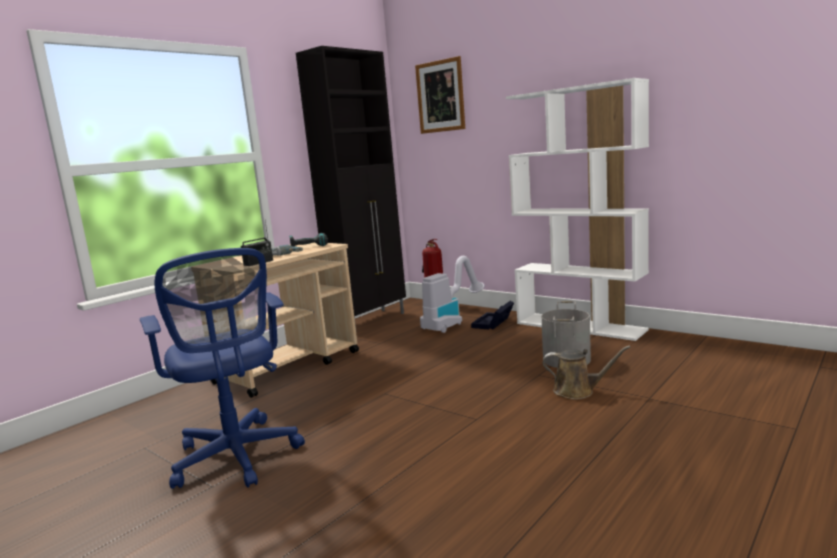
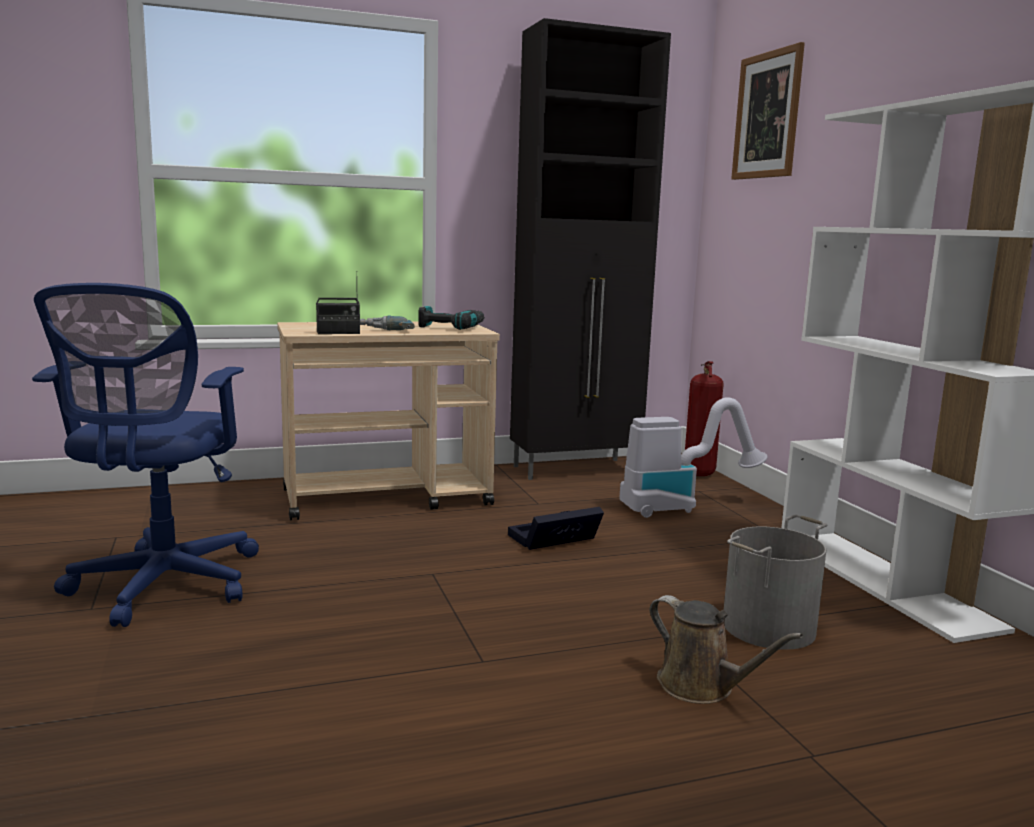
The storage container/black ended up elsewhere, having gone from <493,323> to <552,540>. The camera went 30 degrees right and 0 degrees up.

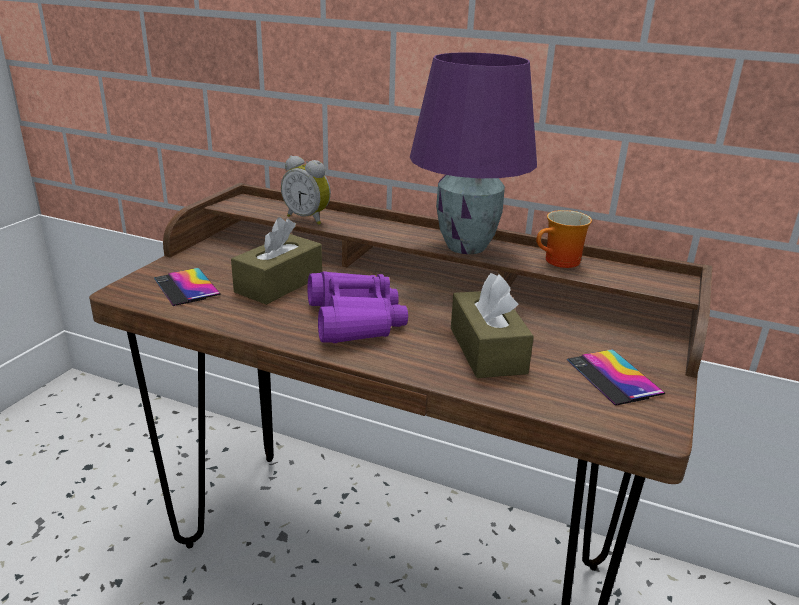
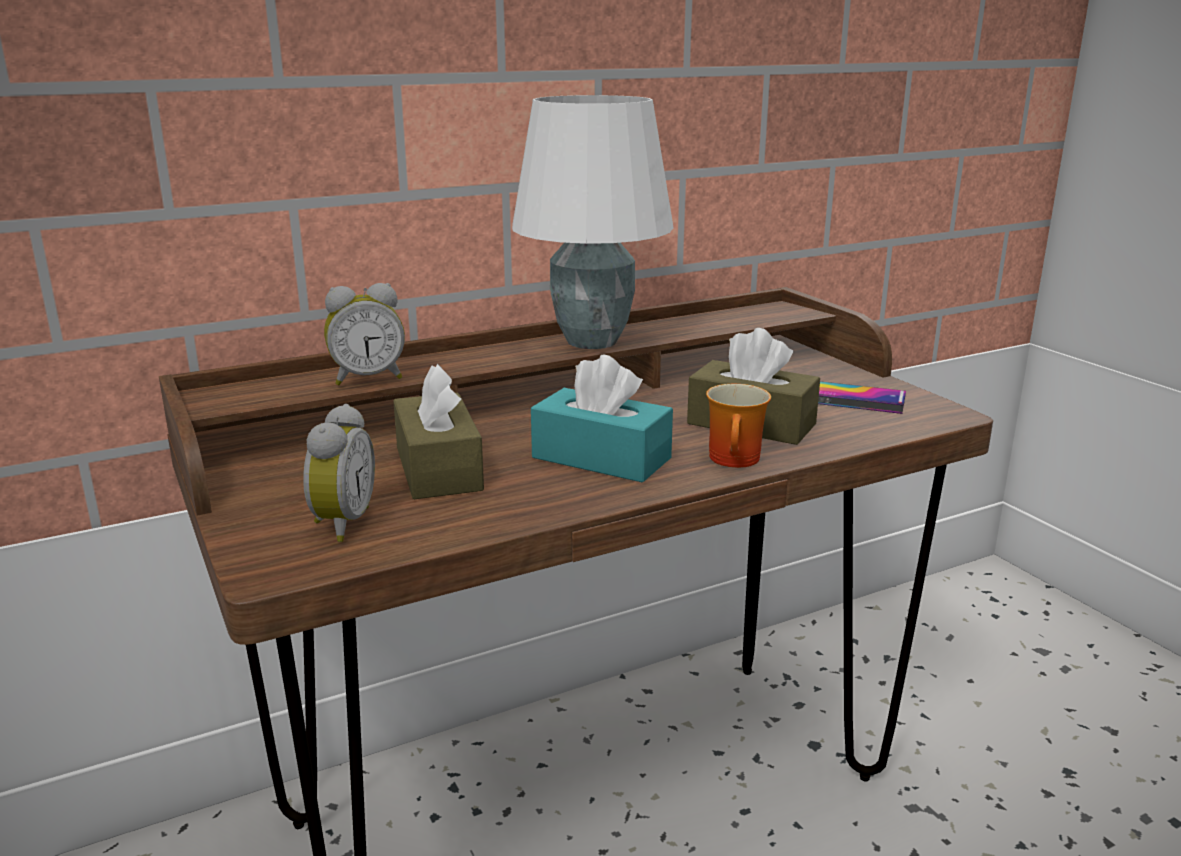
What was the tabletop lamp/purplish at <464,246> turned into the tabletop lamp/white at <591,342>. The mug ended up elsewhere, having gone from <561,262> to <738,460>. Where the phone stood at <186,287>, the alarm clock came to stand at <340,524>. Where the field glasses/purplish stood at <355,320>, the box of tissues/blue-green came to stand at <601,458>. The camera went 50 degrees left and 5 degrees down.

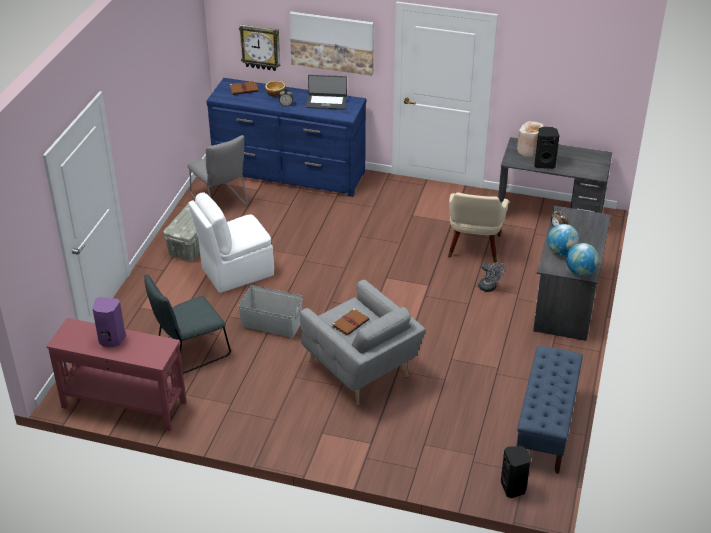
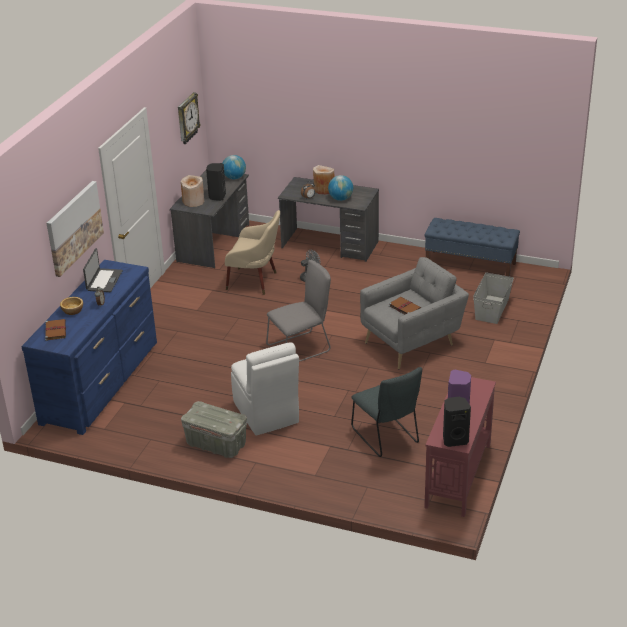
The clock on the wall ended up elsewhere, having gone from <260,47> to <187,118>. The plain chair/grey ended up elsewhere, having gone from <220,202> to <301,347>. The globe ended up elsewhere, having gone from <580,272> to <234,178>. The storage container/grey ended up elsewhere, having gone from <271,323> to <491,309>. The loudspeaker/black ended up elsewhere, having gone from <514,488> to <454,439>. The second view gained the decorative vase/sand-coloured at <324,189>. The camera went 85 degrees left and 5 degrees down.

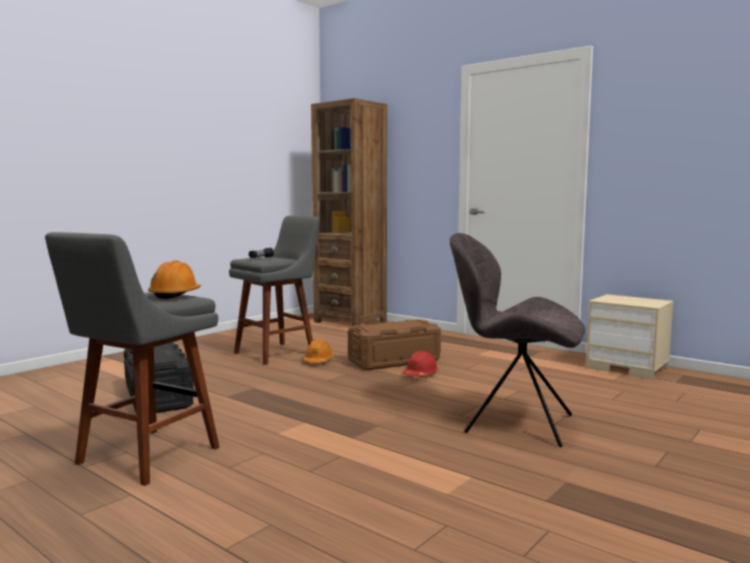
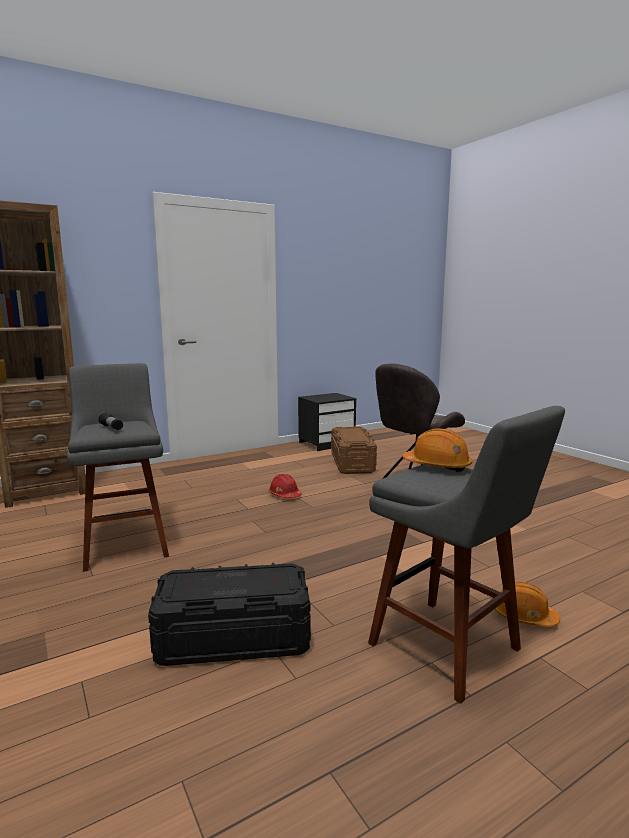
What was the nightstand/sand-coloured at <628,368> turned into the nightstand/black at <327,443>. The storage container/brown-coloured ended up elsewhere, having gone from <394,361> to <352,462>. The work helmet/orange ended up elsewhere, having gone from <318,361> to <524,617>. The camera went 70 degrees left and 5 degrees up.

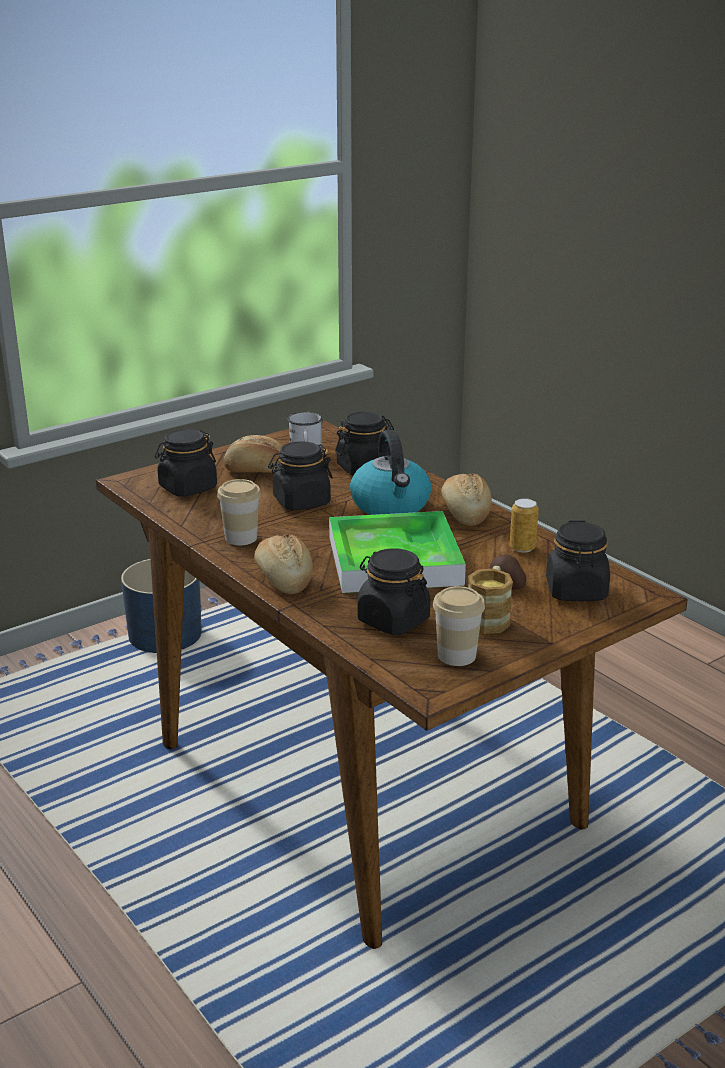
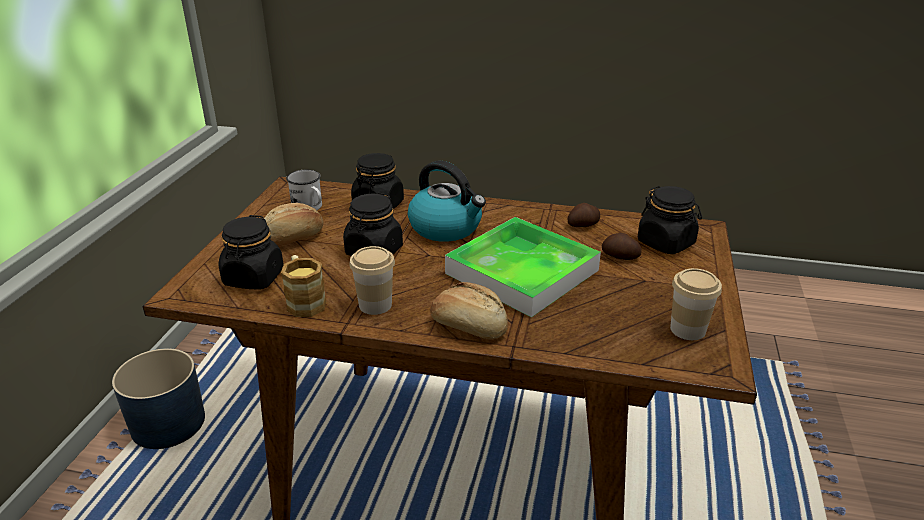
The second view lost the bread at <465,513>. Where the sealed can stood at <522,548>, the potato came to stand at <584,225>. The second view lost the storage jar/black at <393,620>. The mug ended up elsewhere, having gone from <489,617> to <304,301>. The camera went 40 degrees left and 5 degrees up.

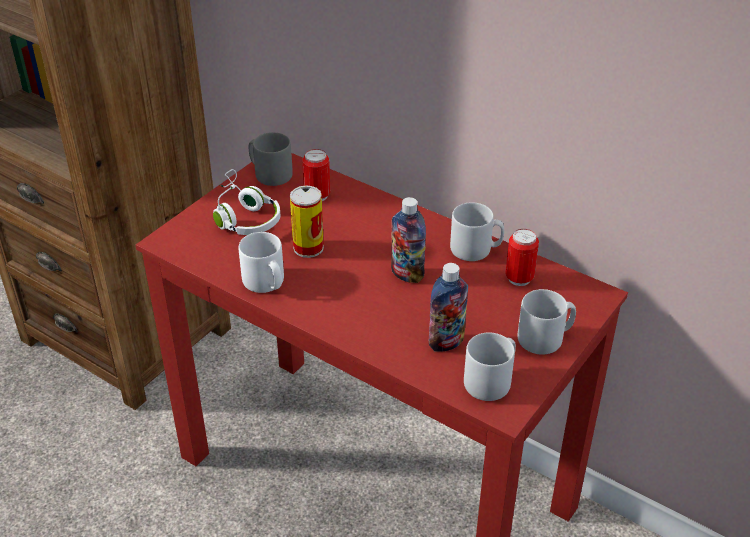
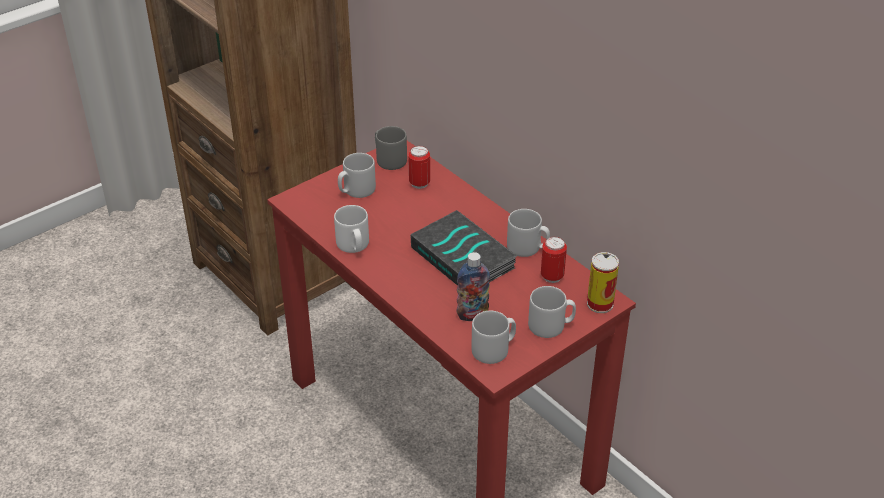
Where the headset/white stood at <244,216>, the mug/grey came to stand at <356,190>. The sealed can ended up elsewhere, having gone from <308,248> to <600,304>. Where the bottle stood at <407,274>, the bound book came to stand at <464,258>. The camera went 15 degrees right and 0 degrees up.

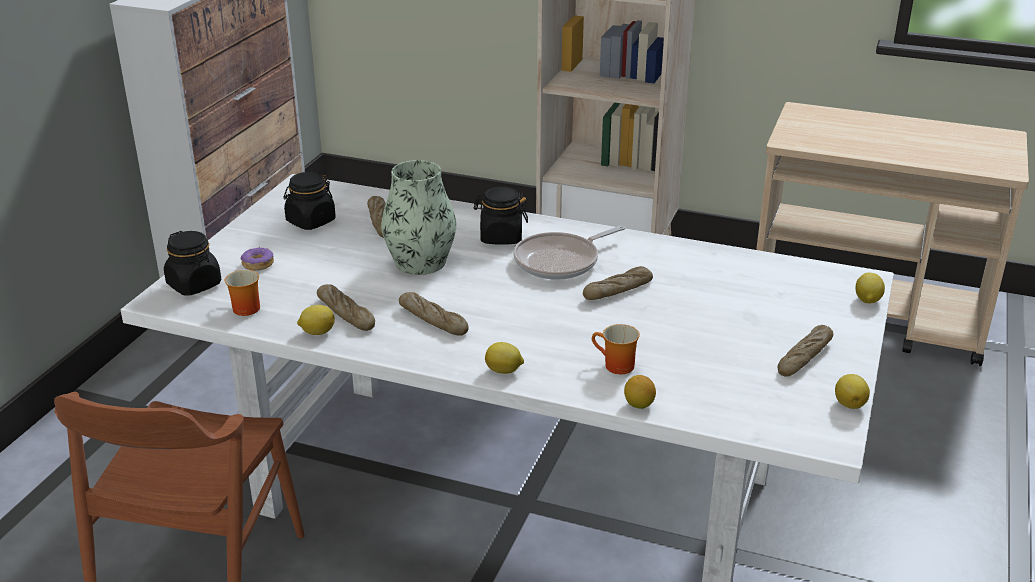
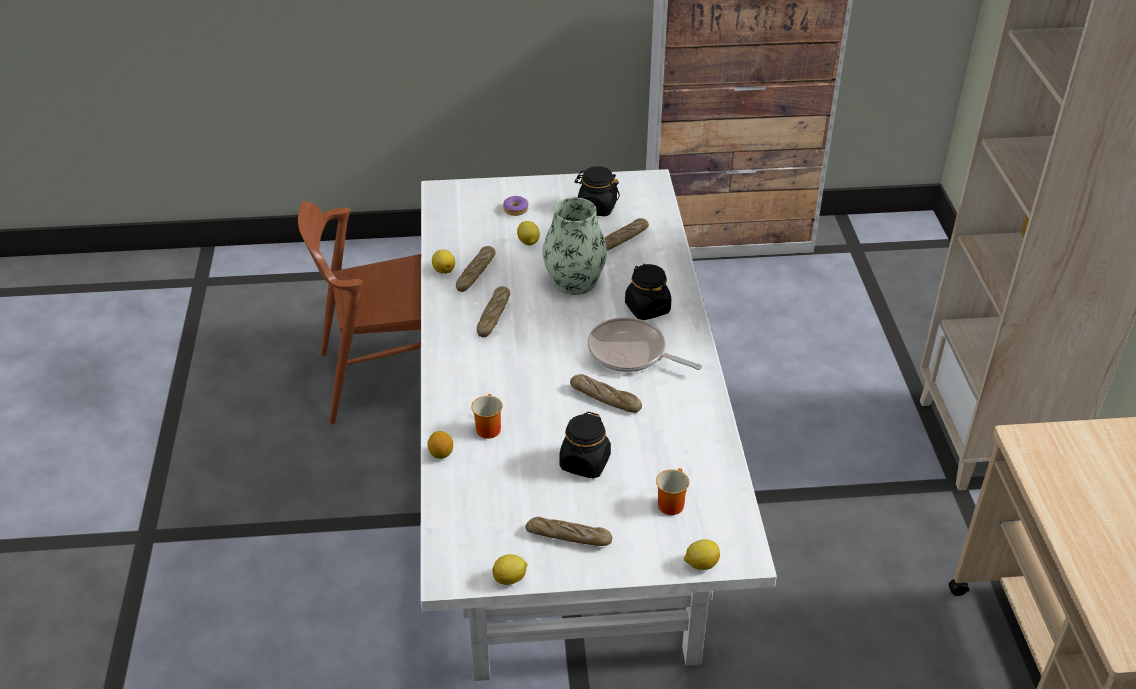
The storage jar/black ended up elsewhere, having gone from <194,285> to <585,463>. The mug ended up elsewhere, having gone from <242,308> to <669,502>. The whole lemon ended up elsewhere, having gone from <504,371> to <528,242>. The camera went 65 degrees right and 10 degrees up.

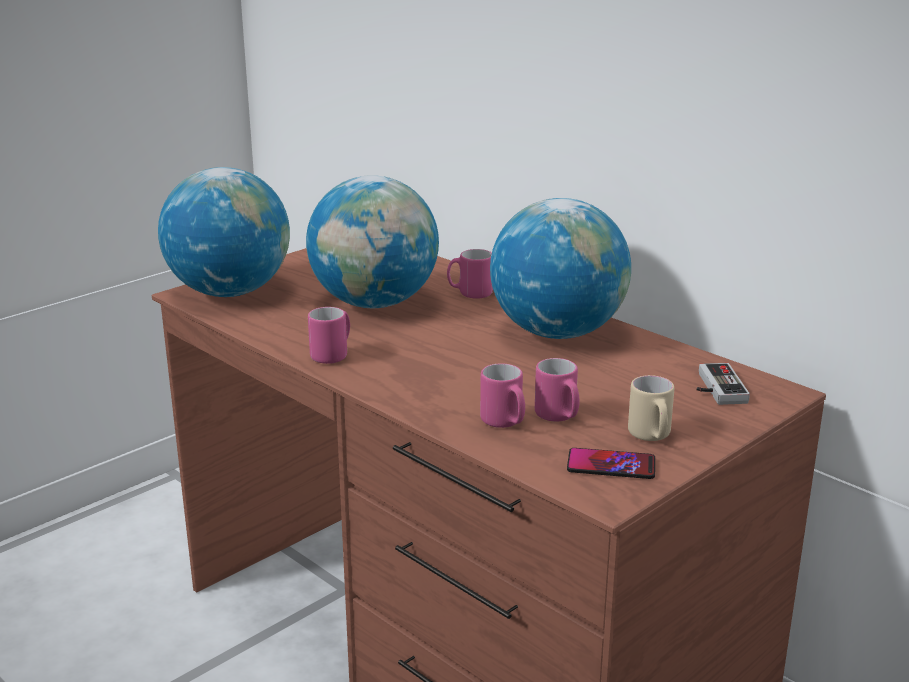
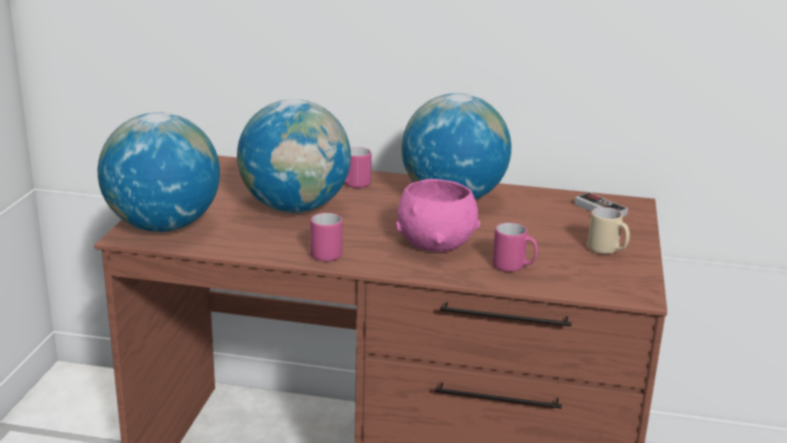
The second view lost the mug/pink at <559,417>. The second view lost the phone at <611,465>. The second view gained the deep dish/pink at <435,245>. The camera went 35 degrees left and 0 degrees up.

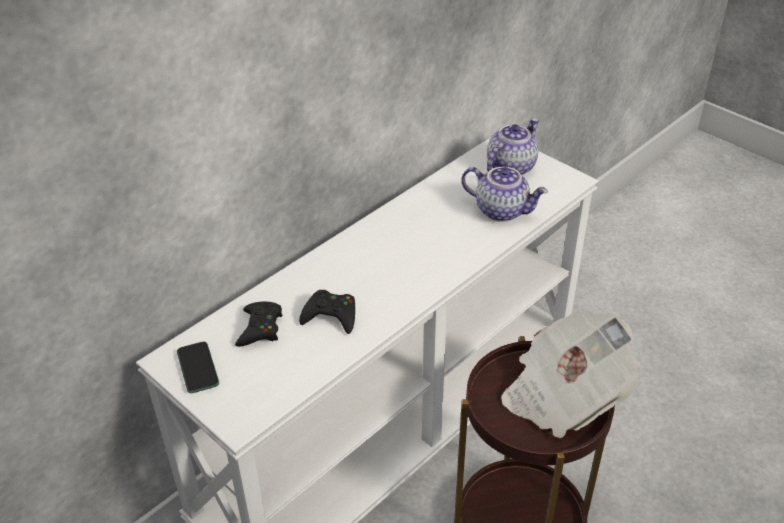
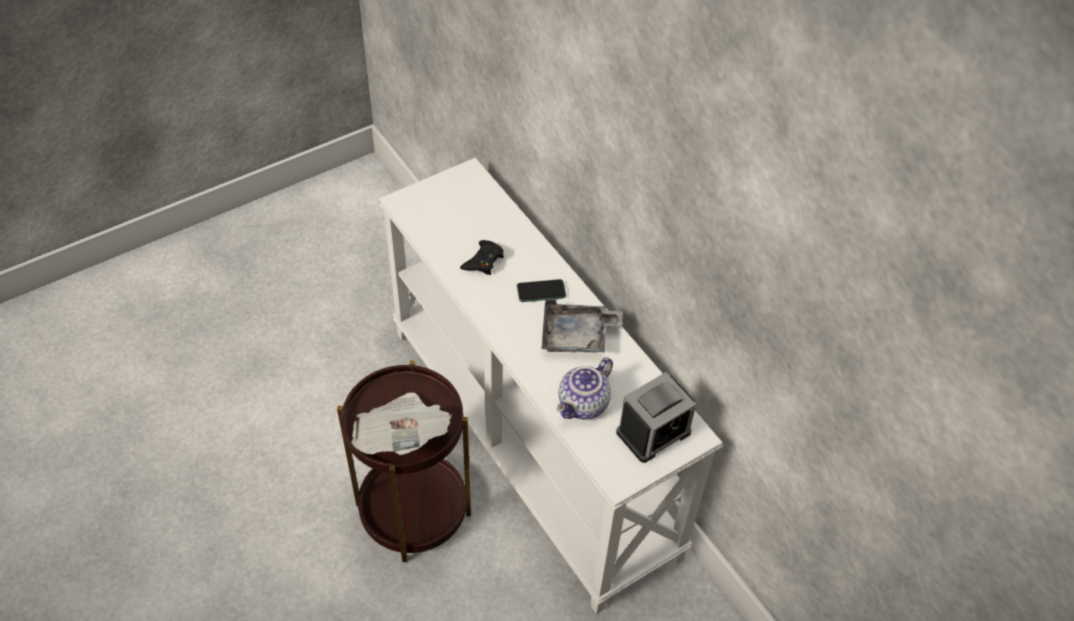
Where the tea pot stood at <510,166>, the alarm clock came to stand at <653,432>. The second view lost the game controller/black at <260,328>. The phone ended up elsewhere, having gone from <198,368> to <541,291>. The second view gained the serving tray/grey at <577,336>. The camera went 100 degrees right and 10 degrees up.

